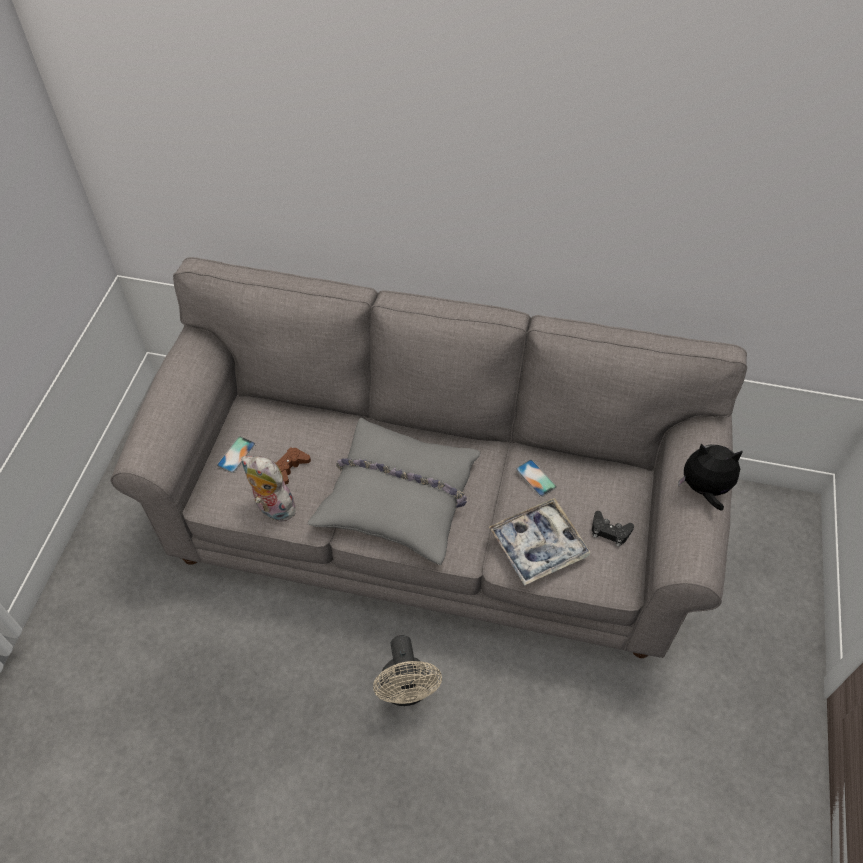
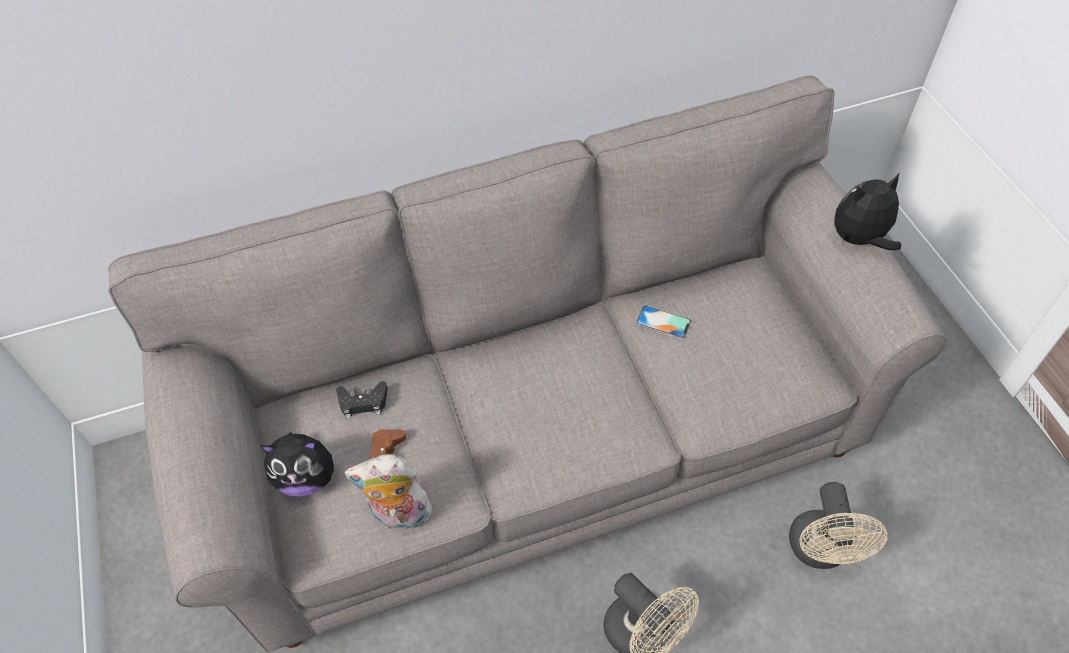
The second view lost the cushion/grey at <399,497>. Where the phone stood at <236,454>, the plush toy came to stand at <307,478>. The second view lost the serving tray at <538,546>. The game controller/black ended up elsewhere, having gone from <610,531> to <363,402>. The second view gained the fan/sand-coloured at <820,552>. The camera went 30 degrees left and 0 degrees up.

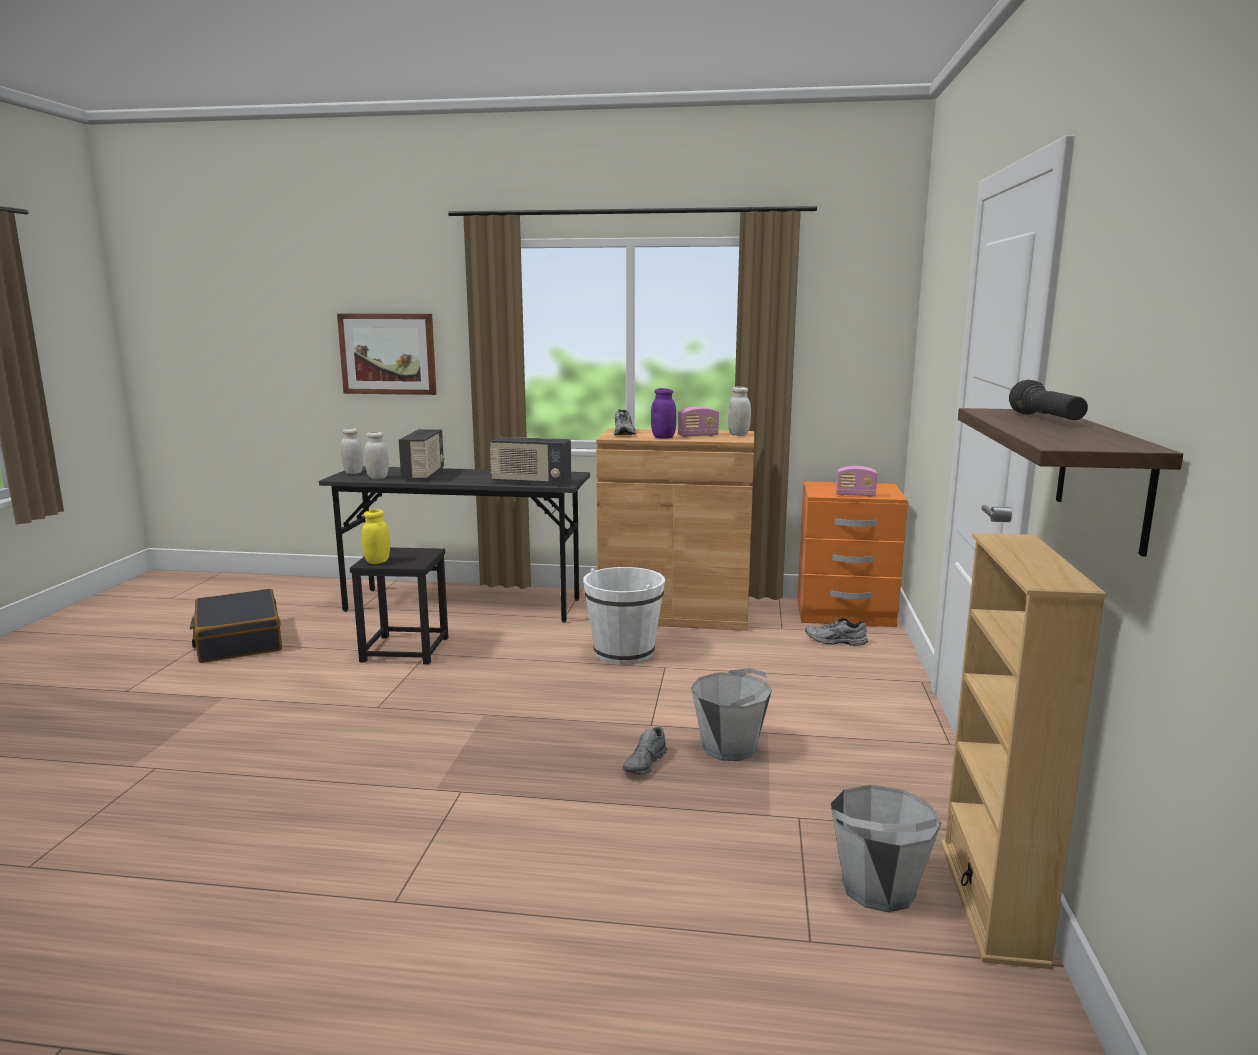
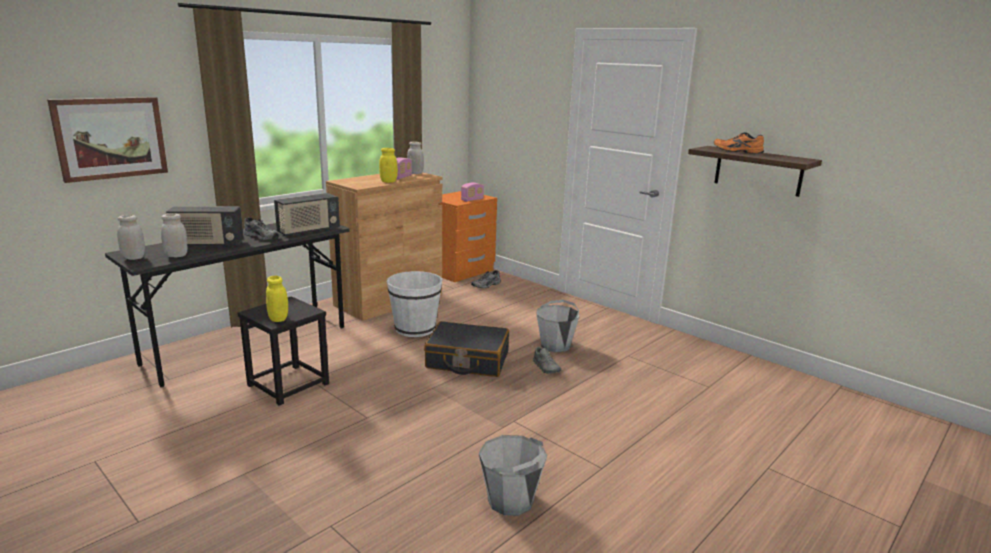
Where the flashlight/black stood at <1046,419>, the low shoe/orange came to stand at <737,151>. What was the storage jar/purplish at <663,437> turned into the storage jar/yellow at <388,181>. The low shoe/grey ended up elsewhere, having gone from <625,433> to <263,236>. The radio receiver at <424,475> ended up facing another way, 135 degrees clockwise from before. The second view lost the bookshelf/sand-coloured at <991,900>. The piece of luggage/black ended up elsewhere, having gone from <238,640> to <467,360>. The water bucket/grey ended up elsewhere, having gone from <878,888> to <511,500>. The camera went 55 degrees left and 5 degrees up.

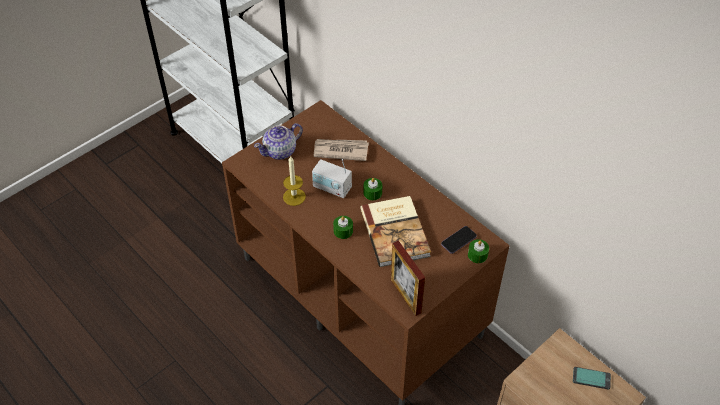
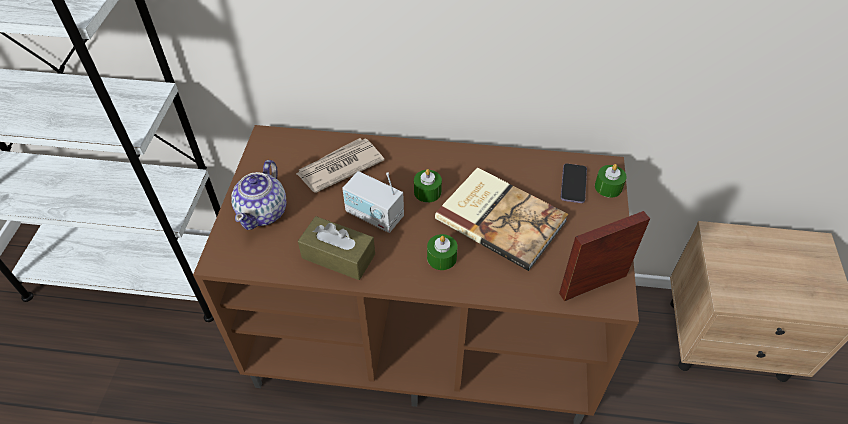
Where the candle stood at <294,197>, the box of tissues/brown-coloured came to stand at <338,256>. The radio receiver at <332,188> ended up facing another way, 45 degrees clockwise from before. The standing frame at <405,296> ended up facing another way, 135 degrees clockwise from before. The second view lost the phone at <591,378>. The camera went 40 degrees left and 0 degrees up.

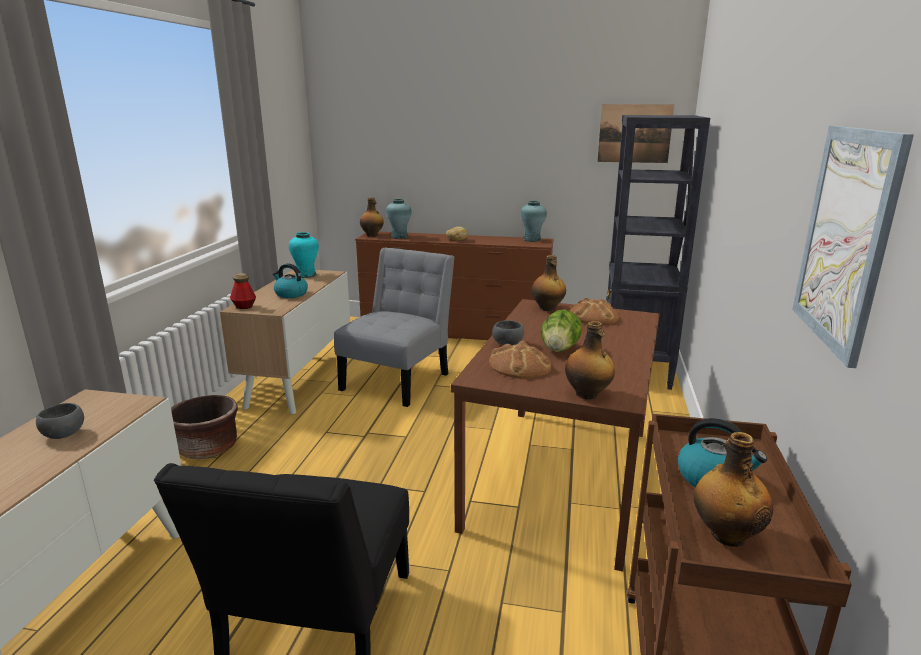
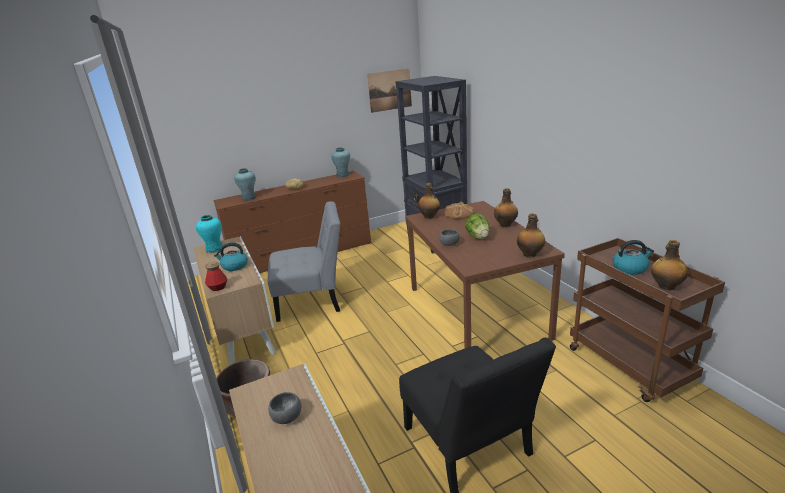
The second view lost the wall art at <845,238>. The bottle ended up elsewhere, having gone from <372,235> to <505,225>. The plain chair/grey at <399,380> ended up facing another way, 90 degrees clockwise from before. The second view lost the bread at <520,365>. The camera went 35 degrees left and 5 degrees up.

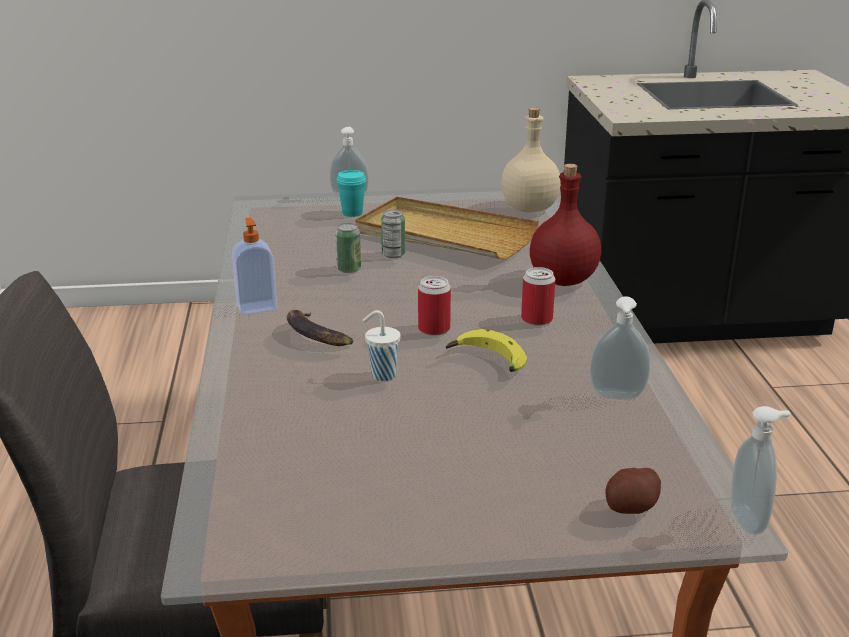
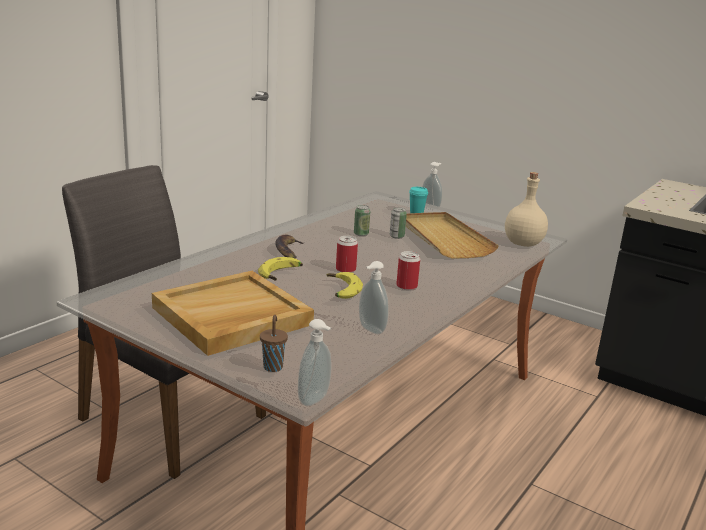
The second view lost the bottle/reddish at <562,280>. The second view lost the soap dispenser at <256,307>. Where the small cup/white stood at <381,375>, the banana came to stand at <282,275>. Where the potato stood at <631,507>, the small cup/brown-coloured came to stand at <273,366>. The second view gained the serving tray/sand-coloured at <231,317>. The camera went 40 degrees right and 5 degrees down.

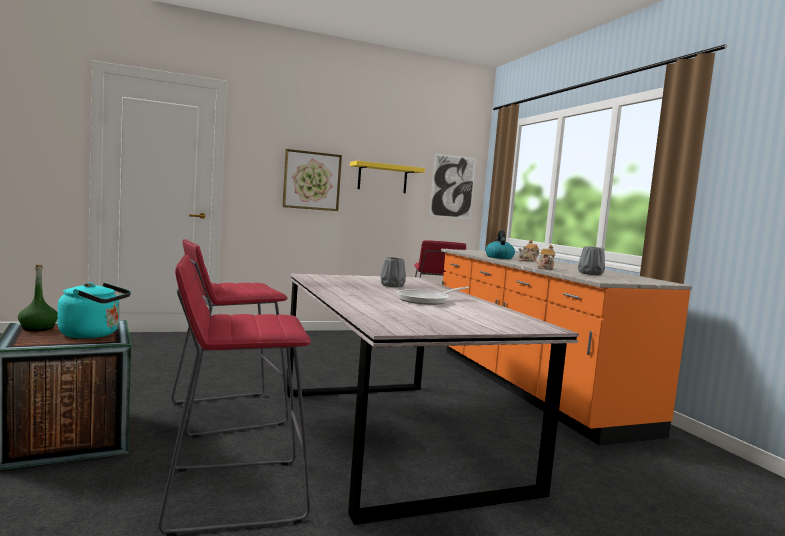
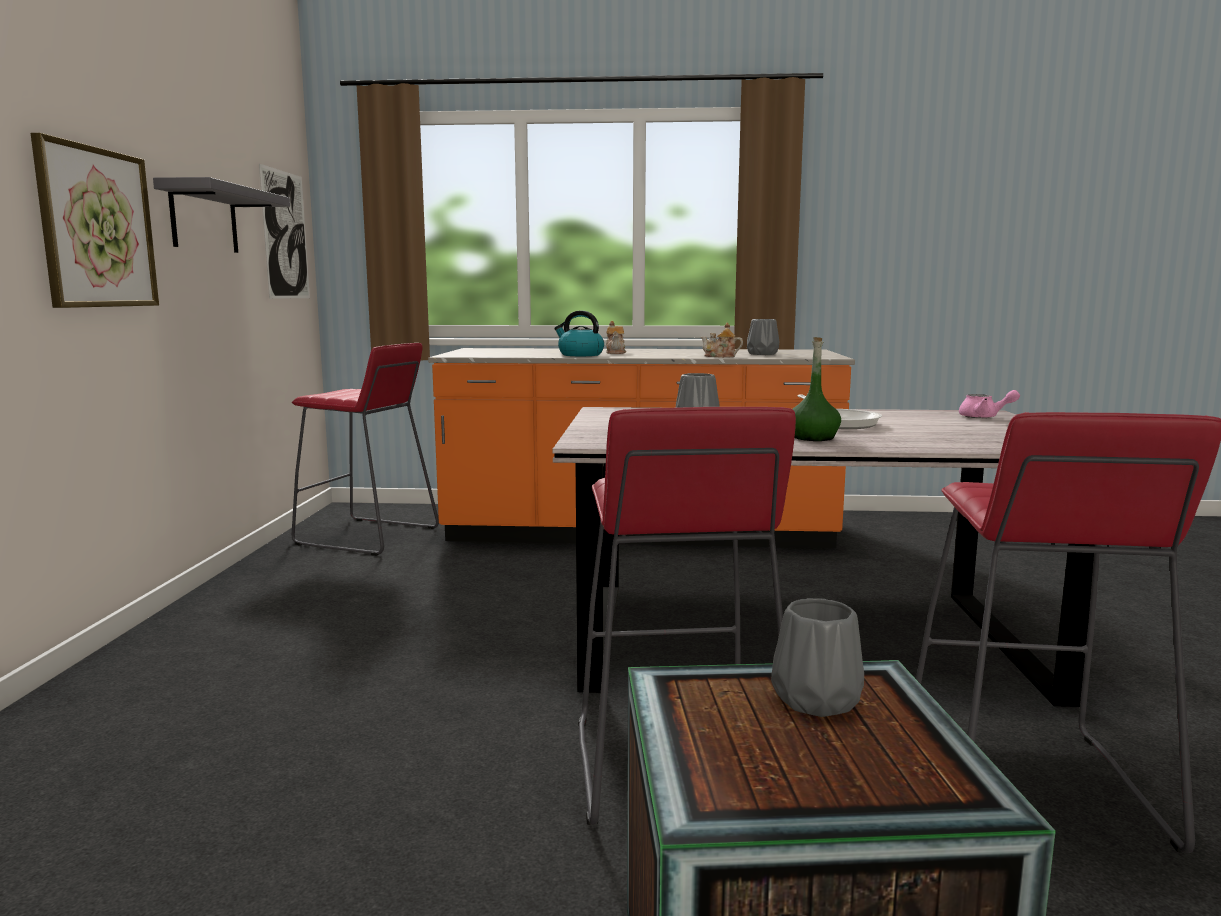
What was the shelf/yellow at <382,178> turned into the shelf/grey at <204,219>. The bottle/green-coloured ended up elsewhere, having gone from <38,328> to <813,438>. Where the water kettle/blue-green stood at <93,334>, the decorative vase/grey came to stand at <818,700>. The second view gained the tea pot/pink at <984,417>. The camera went 65 degrees left and 5 degrees up.

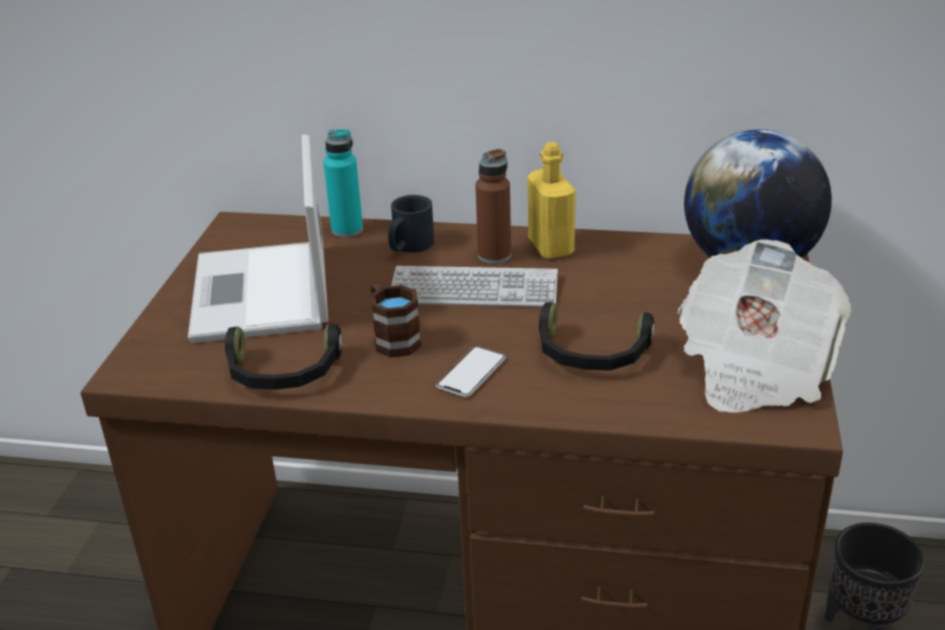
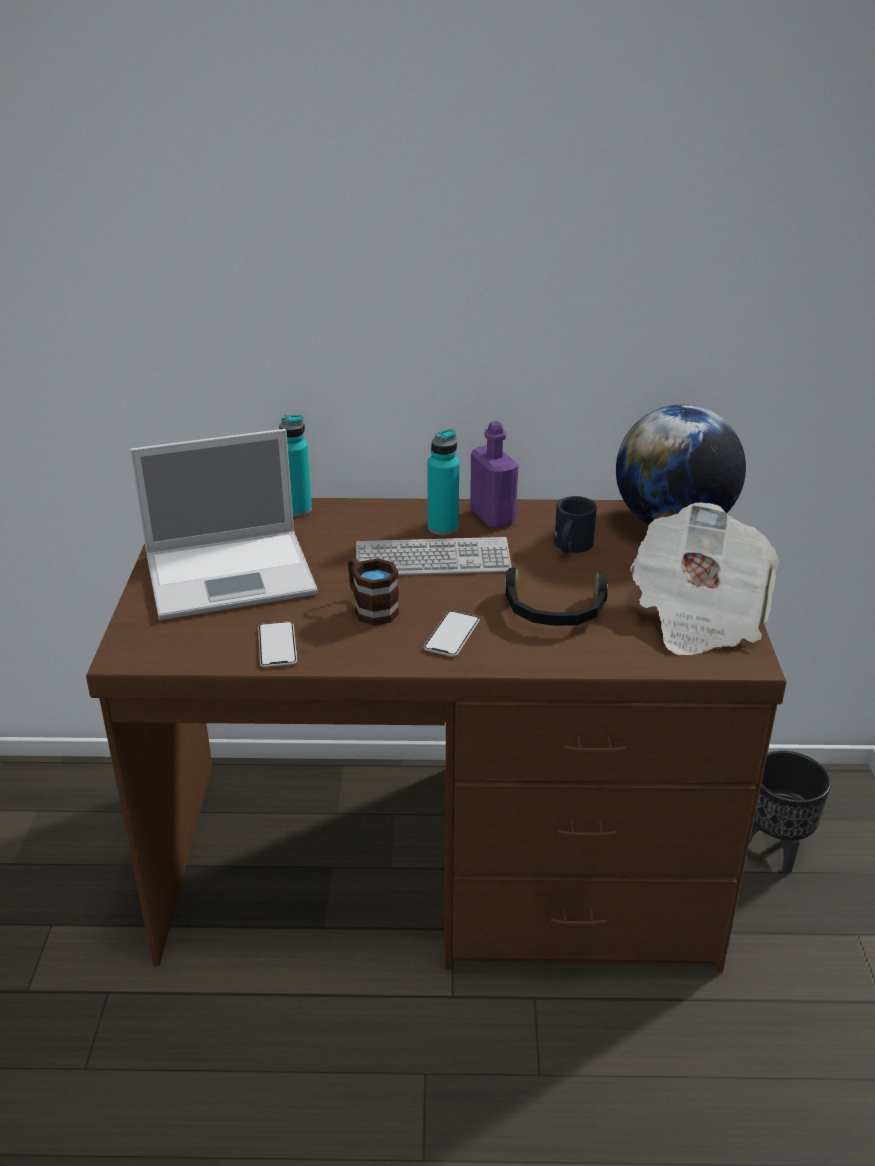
The laptop at <262,294> ended up facing another way, 90 degrees counterclockwise from before. What was the bottle/yellow at <550,247> turned into the bottle/purplish at <492,517>. What was the bottle/brown-coloured at <494,256> turned into the bottle/blue-green at <443,527>. The mug/black ended up elsewhere, having gone from <409,247> to <571,547>. Where the headset/black stood at <283,373>, the phone came to stand at <277,646>. The camera went 10 degrees left and 0 degrees up.

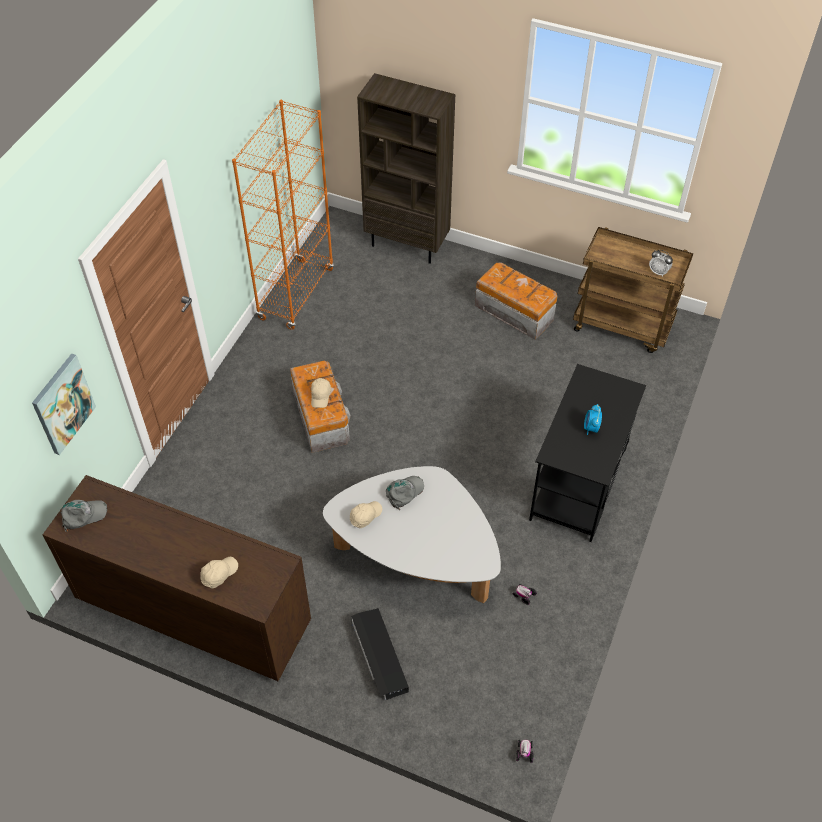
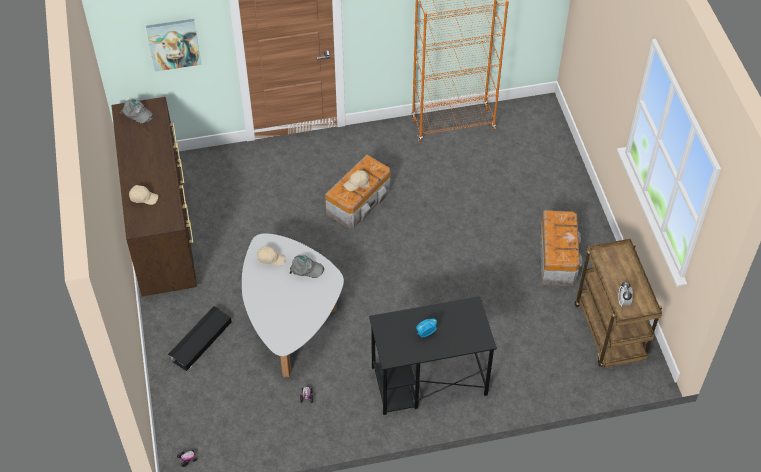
The second view lost the bookshelf/brown-coloured at <407,244>. The camera went 55 degrees right and 0 degrees up.

